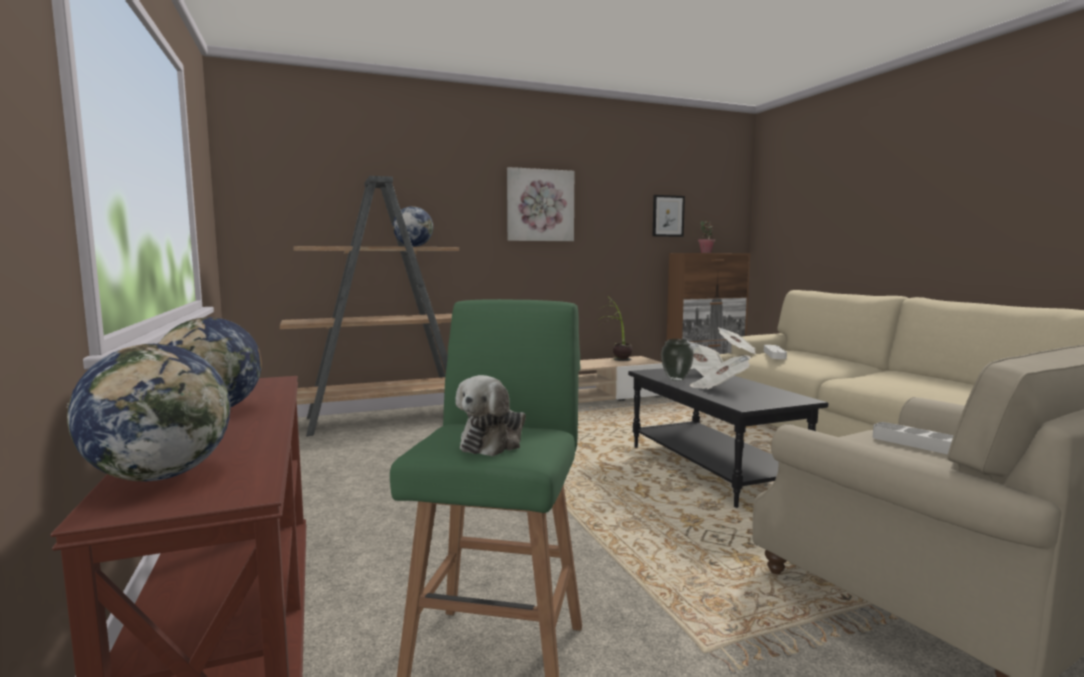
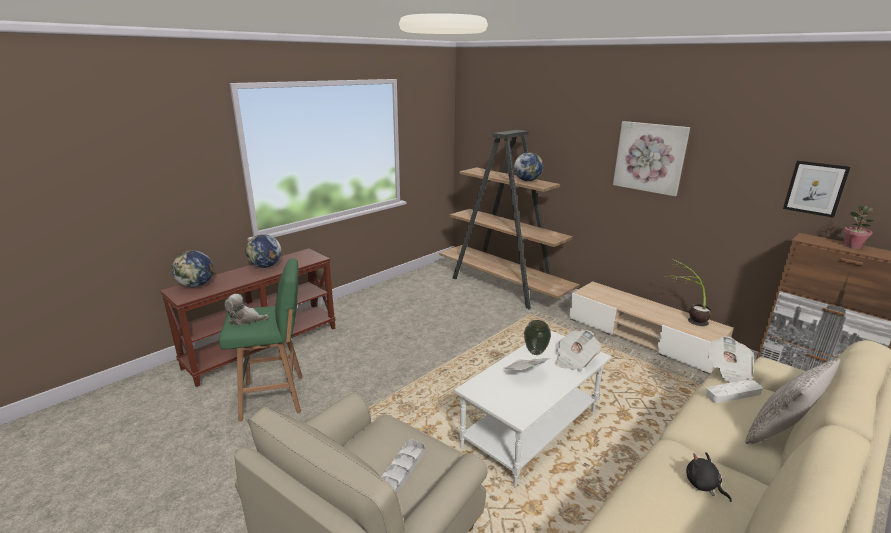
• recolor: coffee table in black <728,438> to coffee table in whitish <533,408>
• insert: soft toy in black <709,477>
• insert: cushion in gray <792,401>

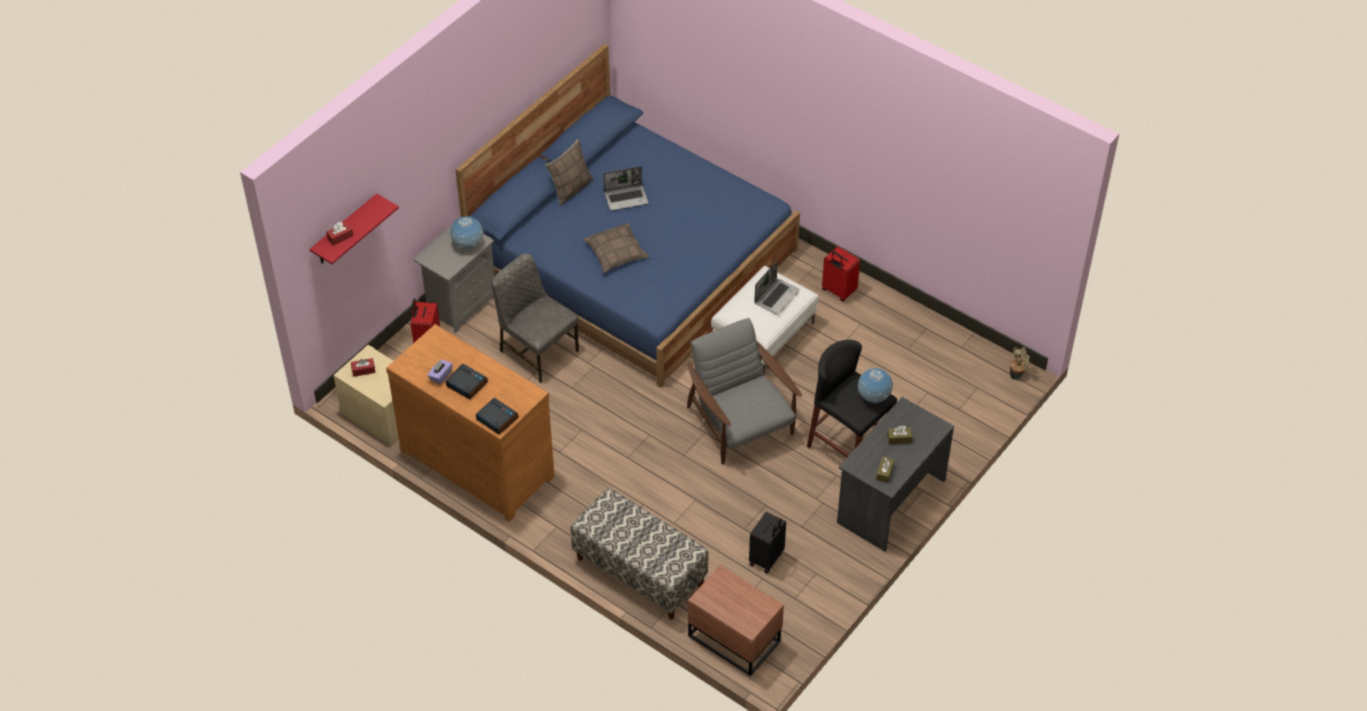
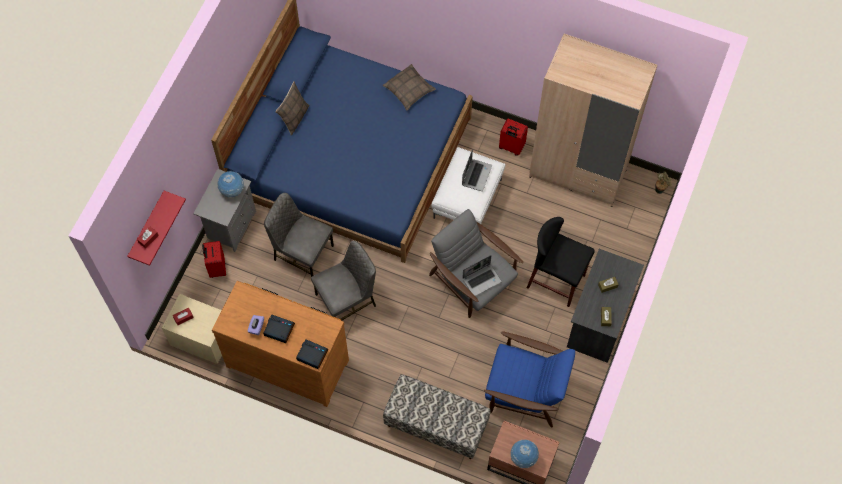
• move: cushion <616,248> to <409,87>
• move: notebook computer <626,188> to <482,275>
• replace: piece of luggage in black <767,543> to armchair in bluish <529,379>
• move: globe <875,385> to <525,454>
• insert: chair in gray <343,281>
• insert: wardrobe in sand-coloured <593,120>

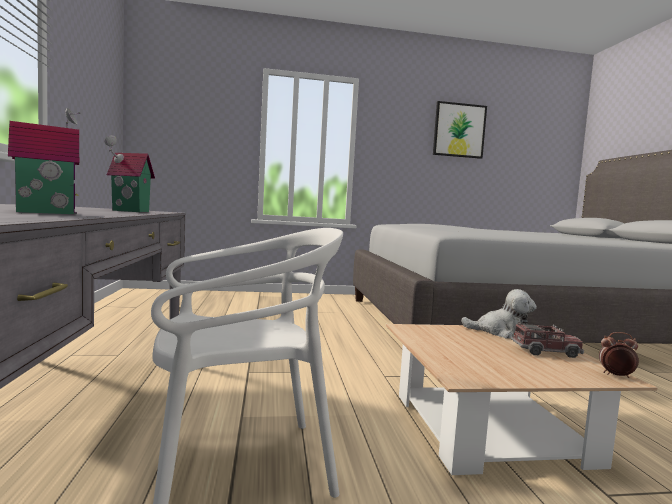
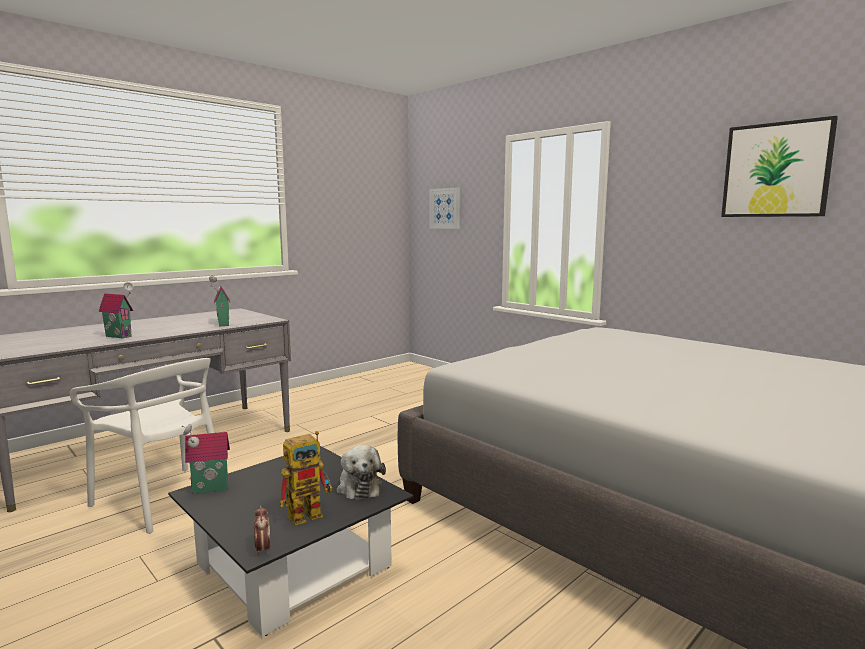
• recolor: coffee table in sand-coloured <522,399> to coffee table in black <291,541>
• replace: toy truck <547,340> to robot figure <306,478>
• insert: model house <206,459>
• insert: wall picture <445,208>

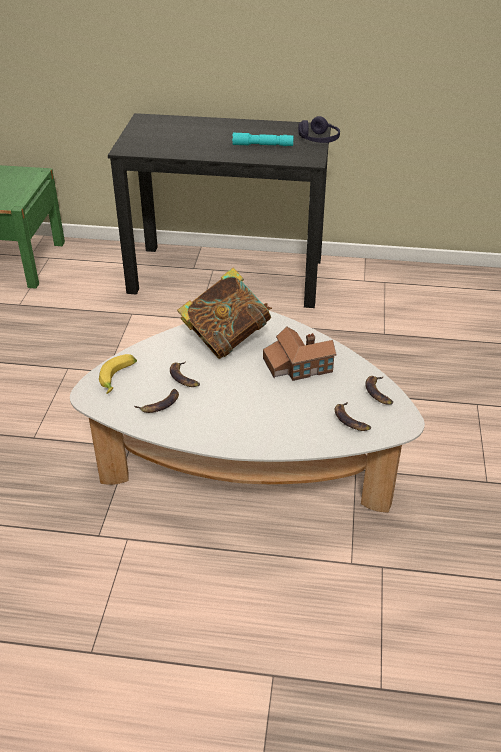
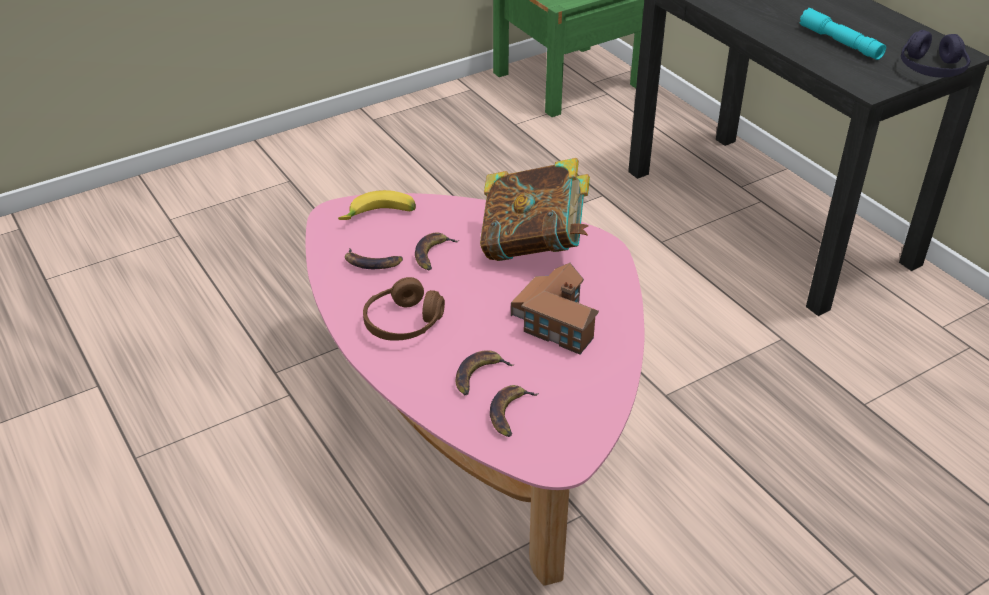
• recolor: coffee table in whitish <247,411> to coffee table in pink <475,389>
• move: whole banana <379,390> to <485,372>
• insert: pair of headphones in brownish <404,309>

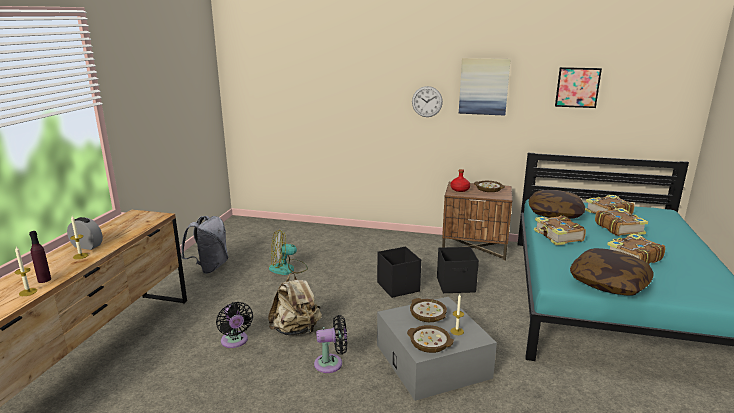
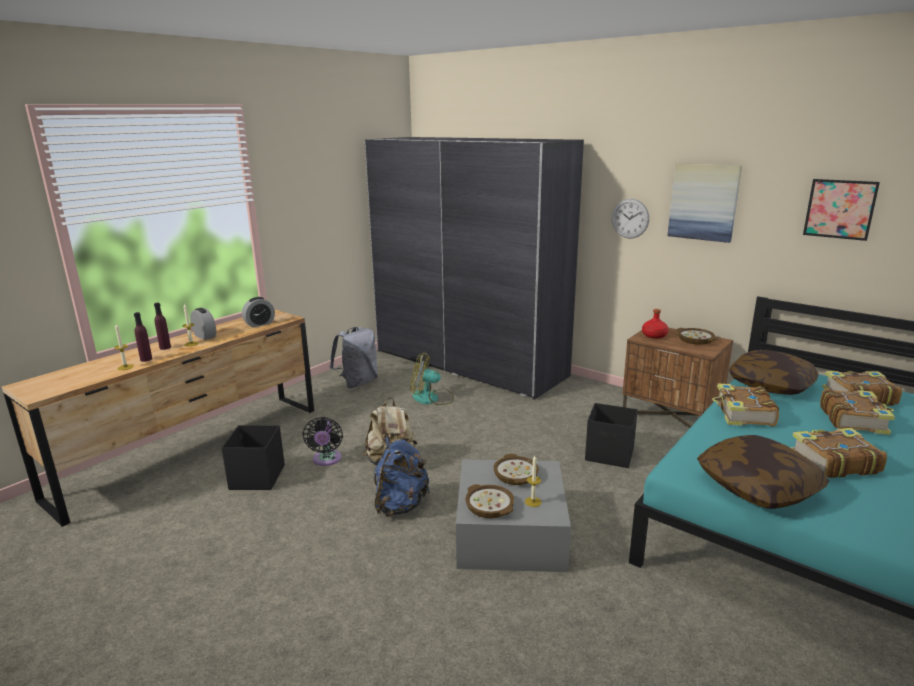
• replace: electric fan in black <330,344> to backpack in bluish <402,476>
• move: storage bin in black <399,272> to <253,457>
• insert: drink bottle in purple <162,326>
• insert: table clock <258,312>
• insert: wardrobe in gray <474,268>

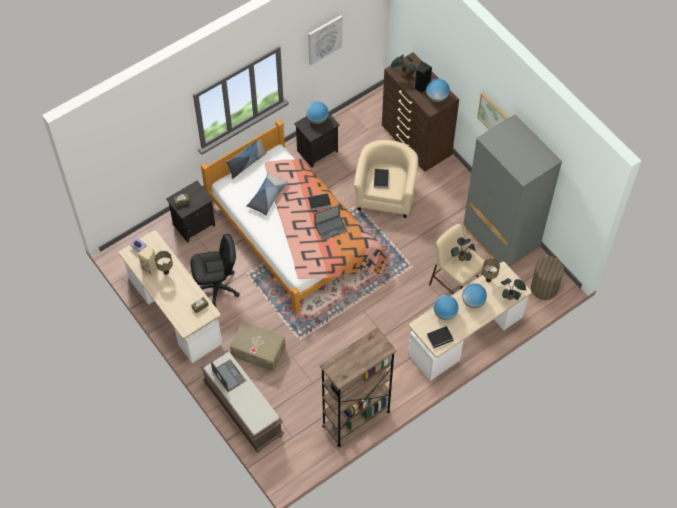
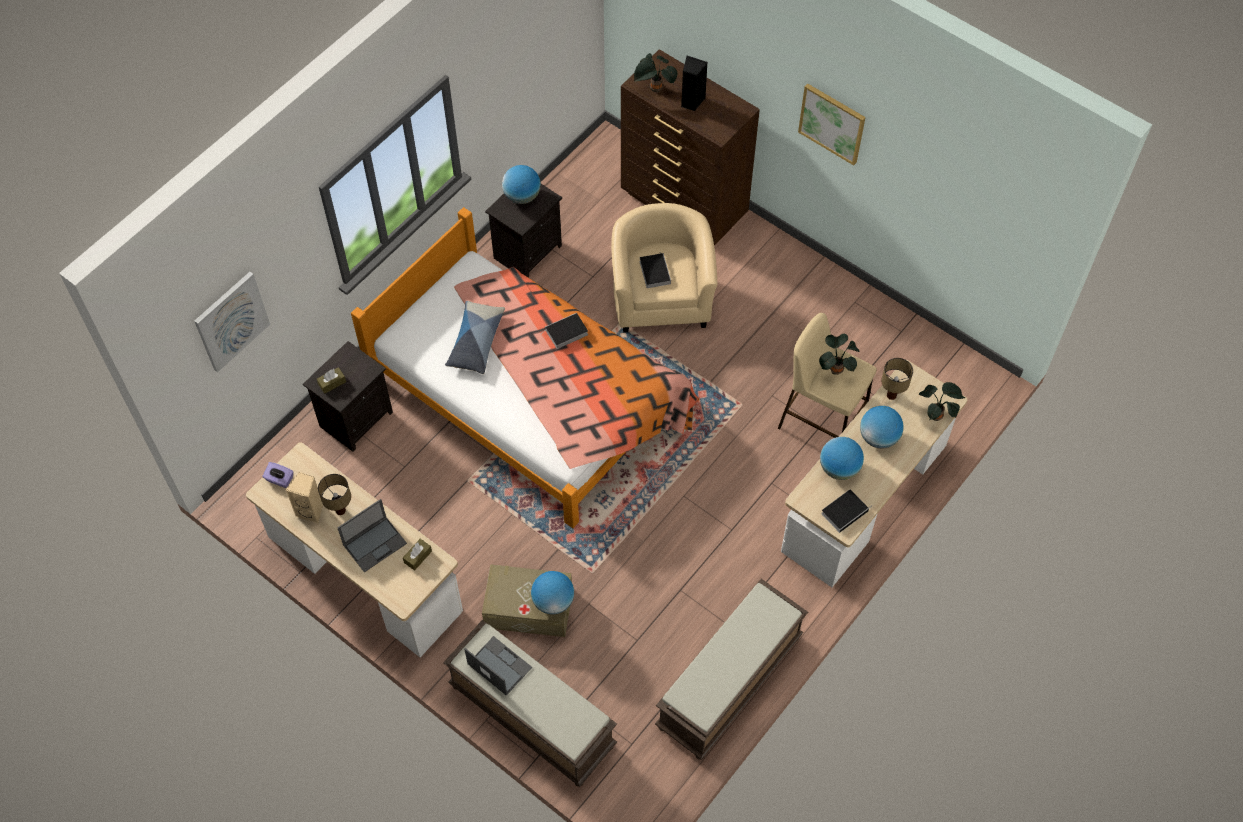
• delete: computer chair in black <215,270>
• delete: cushion <246,159>
• move: wall picture <325,40> to <232,322>
• move: notebook computer <331,222> to <372,535>
• replace: bookcase in brownish <358,387> to indoor bench in brownish <731,669>
• move: globe <438,90> to <552,593>
• delete: wardrobe in gray <512,190>
• delete: hamper <547,277>

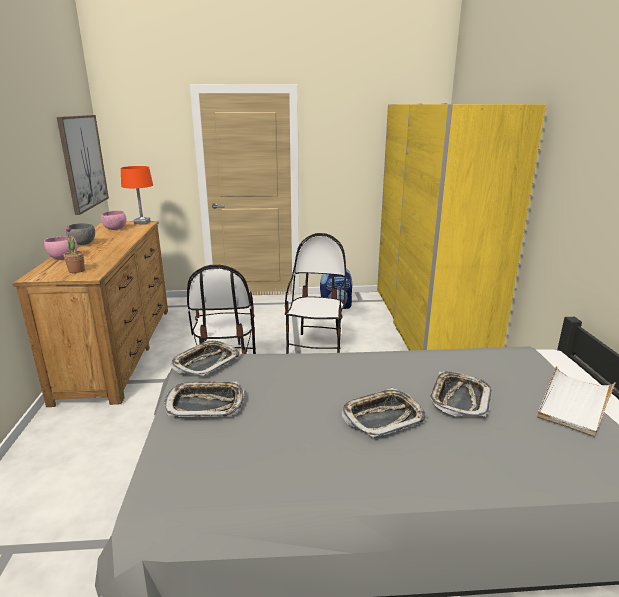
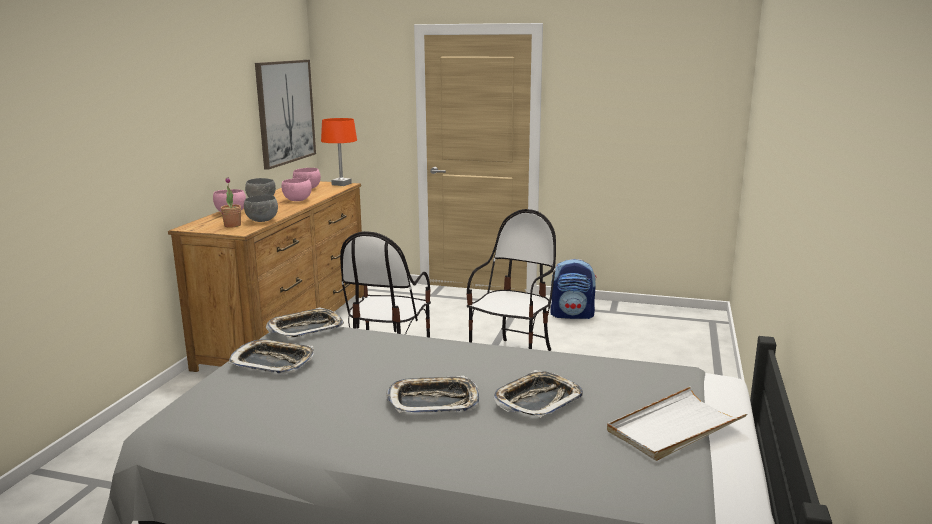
• delete: wardrobe in yellowish <461,227>
• insert: serving bowl in gray <261,208>
• insert: serving bowl in pink <296,189>

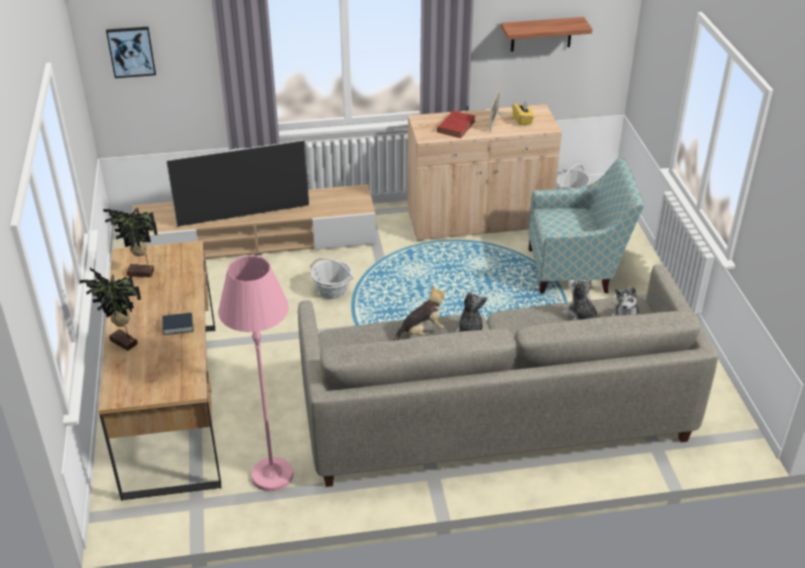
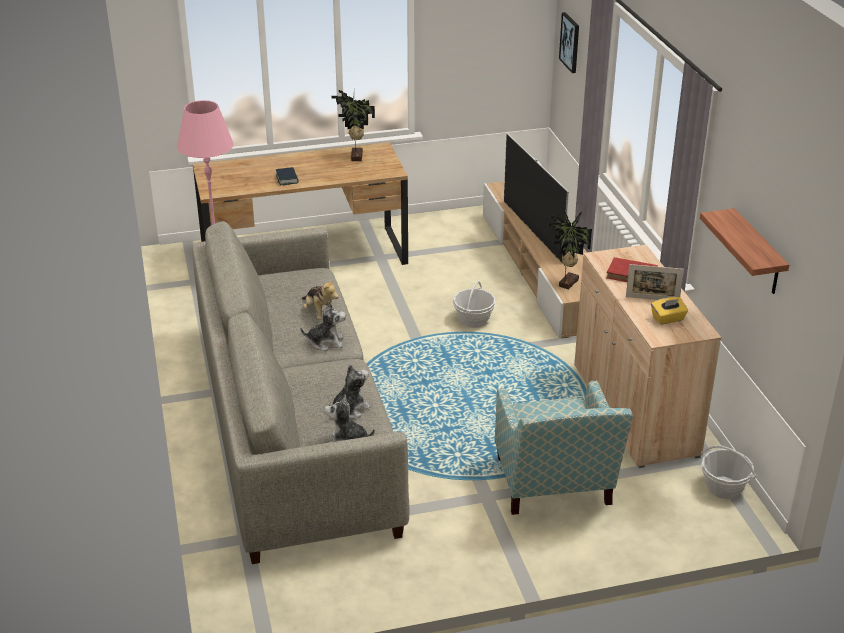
• move: potted plant <110,309> to <570,250>

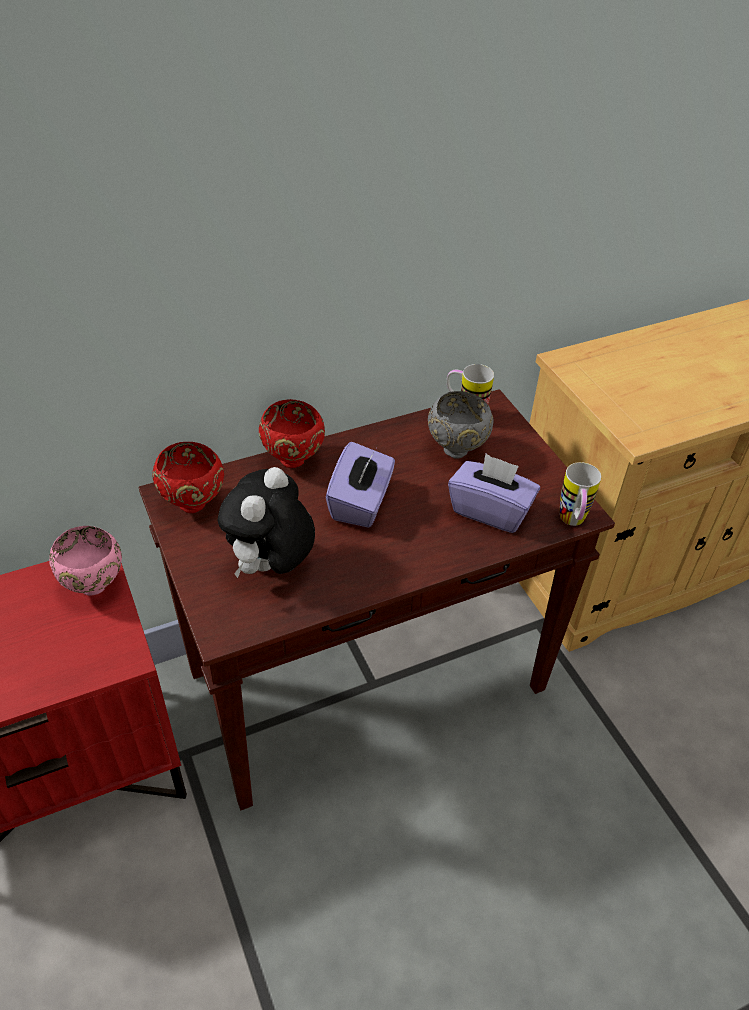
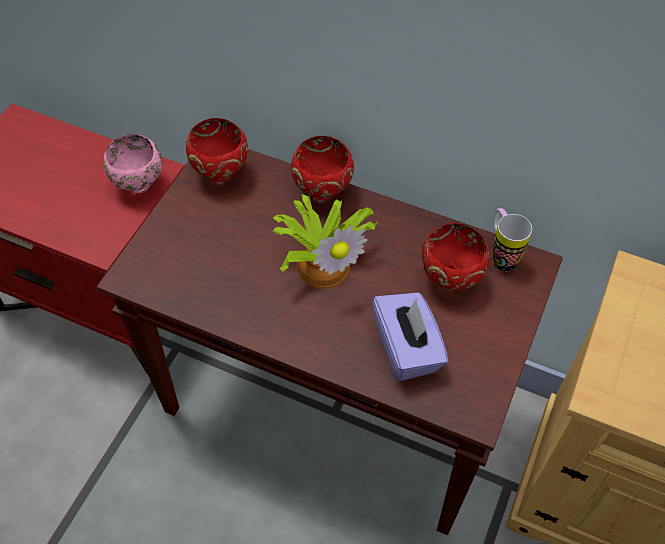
• delete: soft toy <266,522>
• replace: tissue holder in purple <360,485> to potted plant <324,241>
• recolor: serving bowl in gray <460,425> to serving bowl in red <455,257>
• delete: coffee mug <580,494>

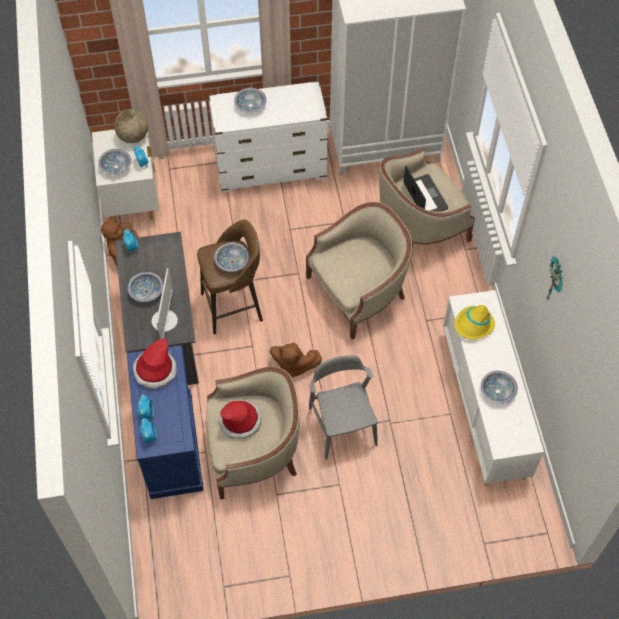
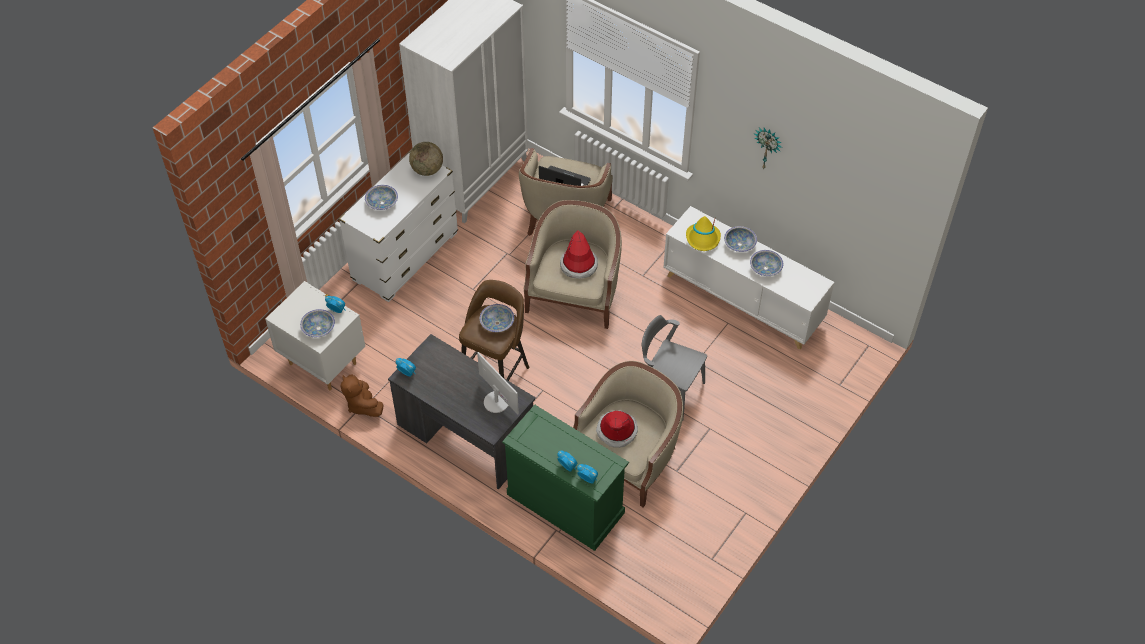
• move: globe <131,126> to <426,159>
• recolor: dresser in bluish <165,422> to dresser in green <565,478>
• move: serving bowl <145,287> to <740,239>
• move: wearable hat <155,364> to <579,255>
• delete: soft toy in brownish <295,360>

